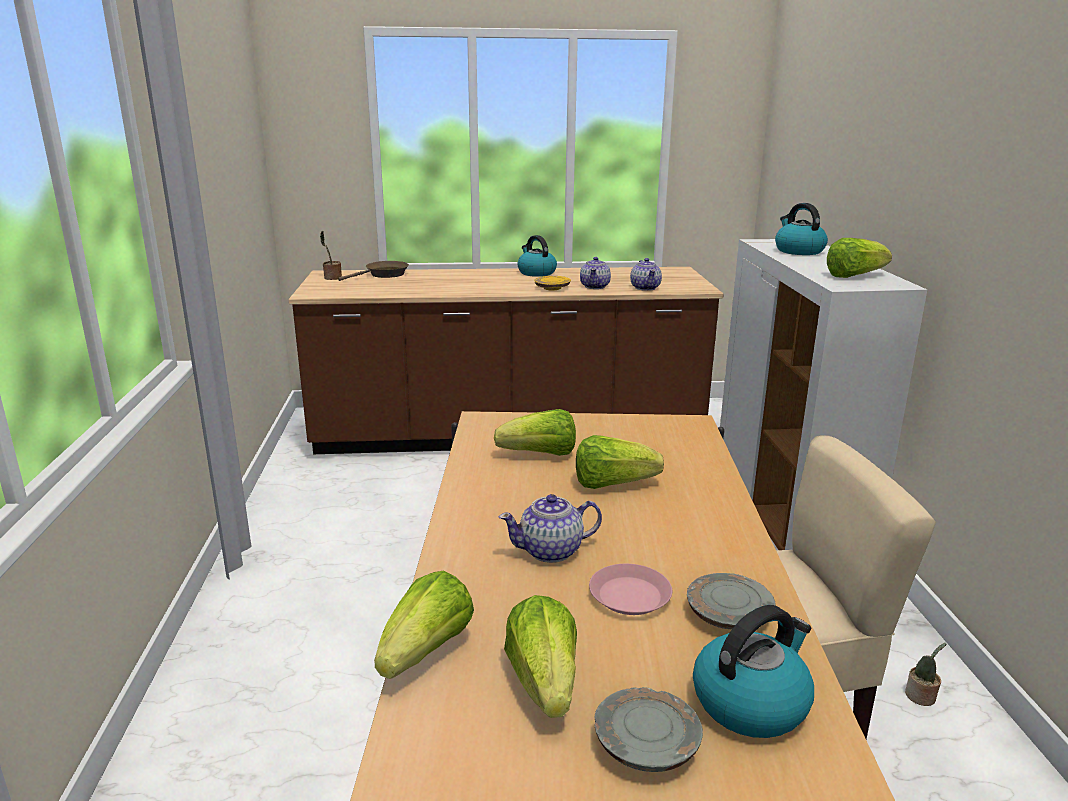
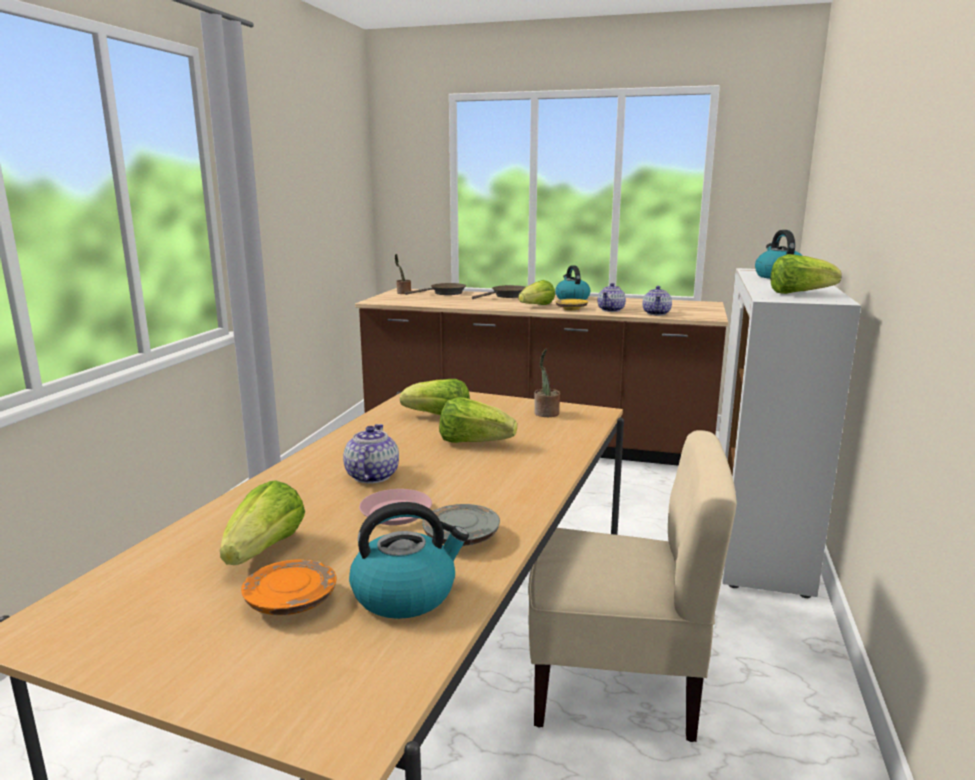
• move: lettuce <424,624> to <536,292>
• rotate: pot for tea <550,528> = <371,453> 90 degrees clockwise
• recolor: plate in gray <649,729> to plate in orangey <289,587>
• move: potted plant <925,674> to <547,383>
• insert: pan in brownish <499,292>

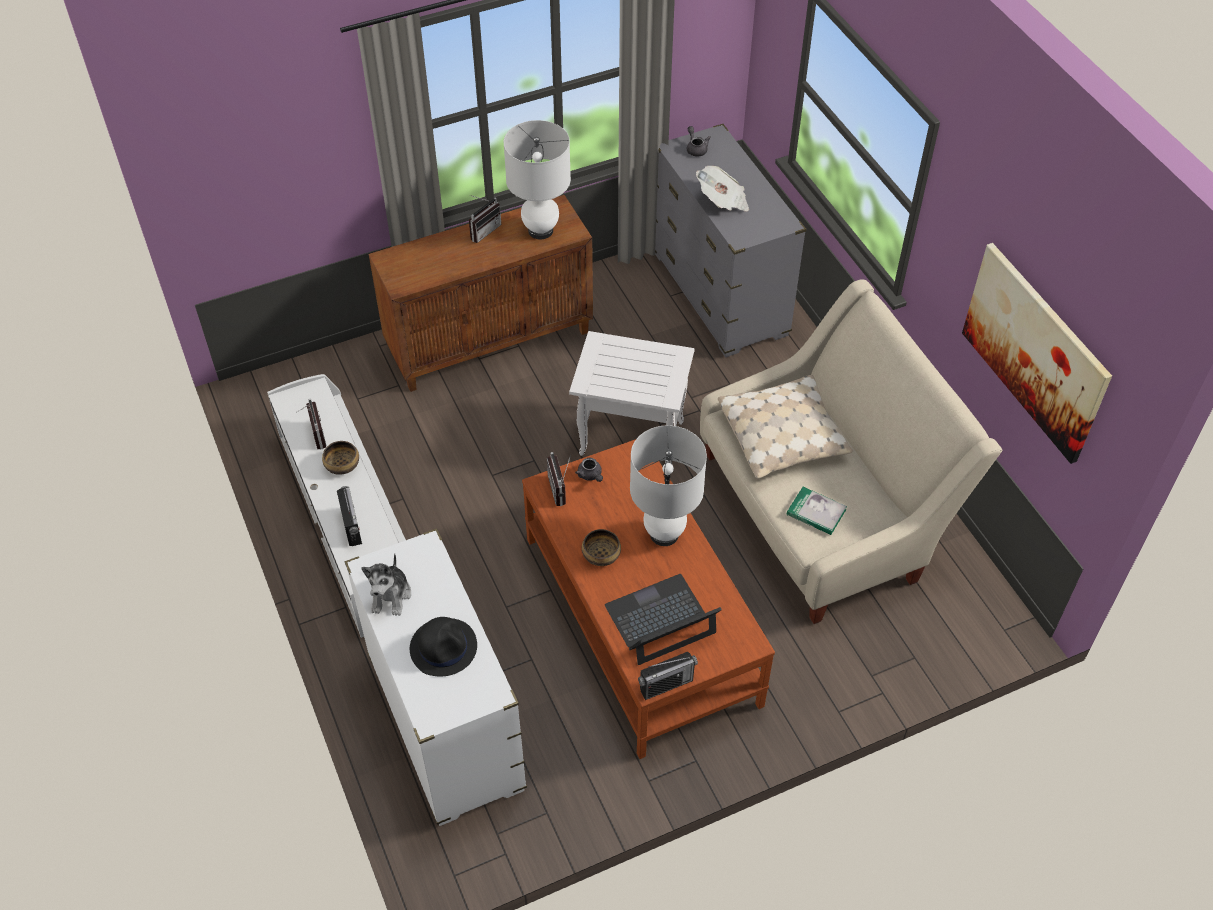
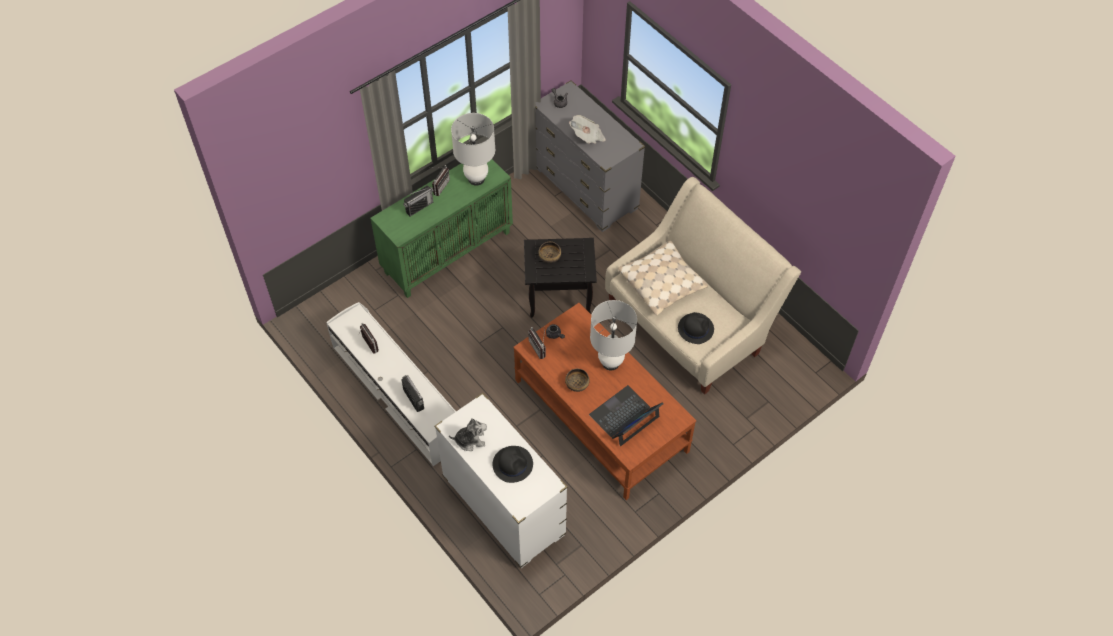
• move: serving bowl <340,458> to <549,252>
• rotate: soft toy <386,584> = <468,434> 90 degrees counterclockwise
• recolor: cabinet in brownish <481,293> to cabinet in green <441,228>
• recolor: accent table in whitish <632,397> to accent table in black <560,278>
• move: radio <668,676> to <418,201>
• replace: volume <816,511> to wearable hat in black <696,328>
• delete: wall picture <1037,353>

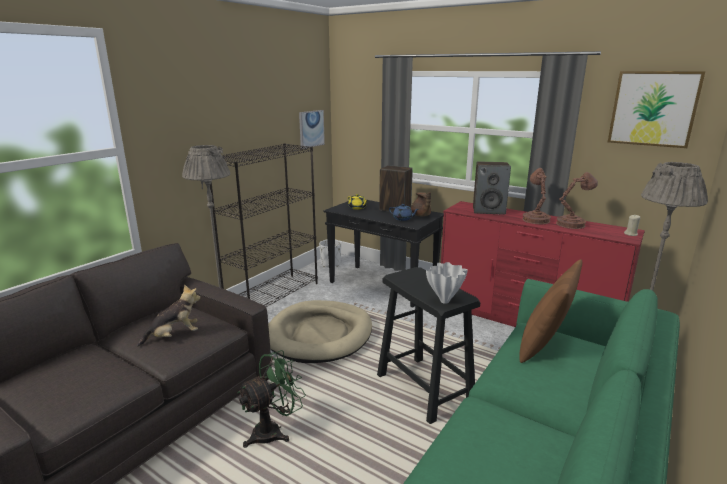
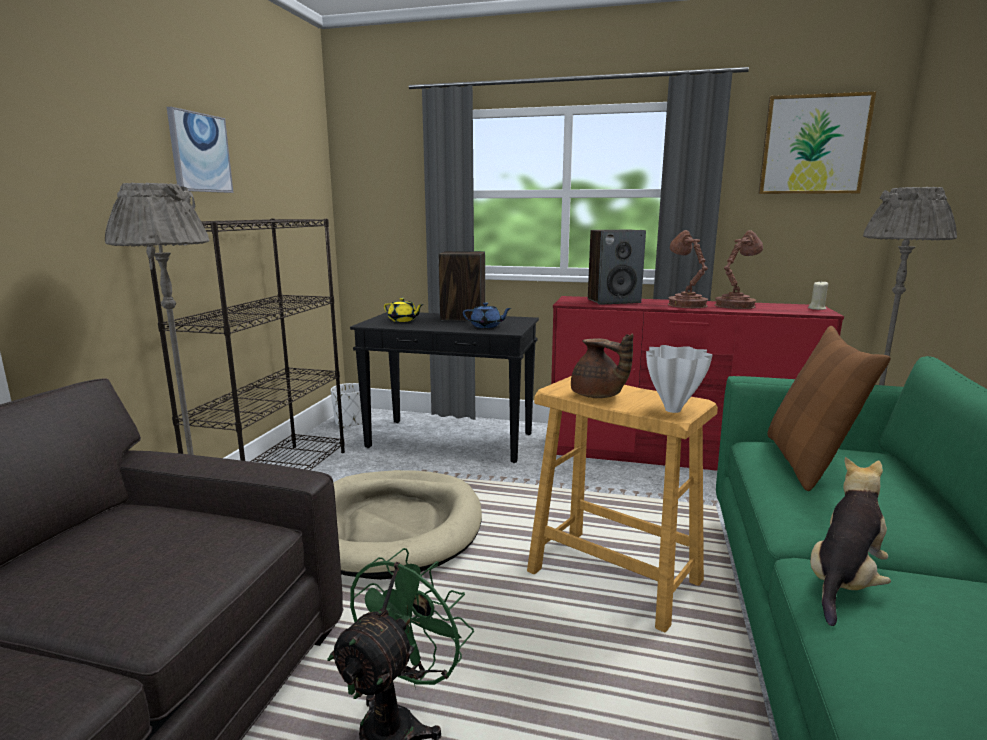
• move: soft toy <168,315> to <850,541>
• move: wall picture <312,129> to <200,150>
• recolor: stool in black <428,345> to stool in sand-coloured <622,504>
• move: pot for tea in brownish <421,204> to <602,365>

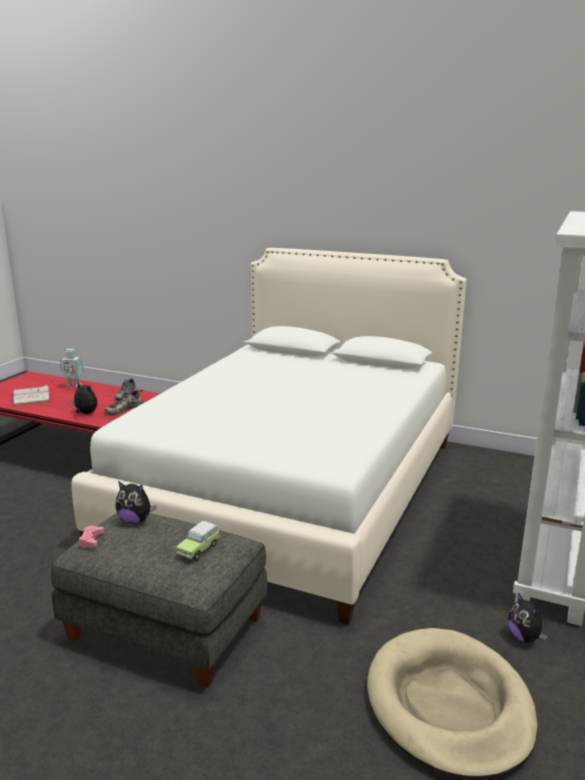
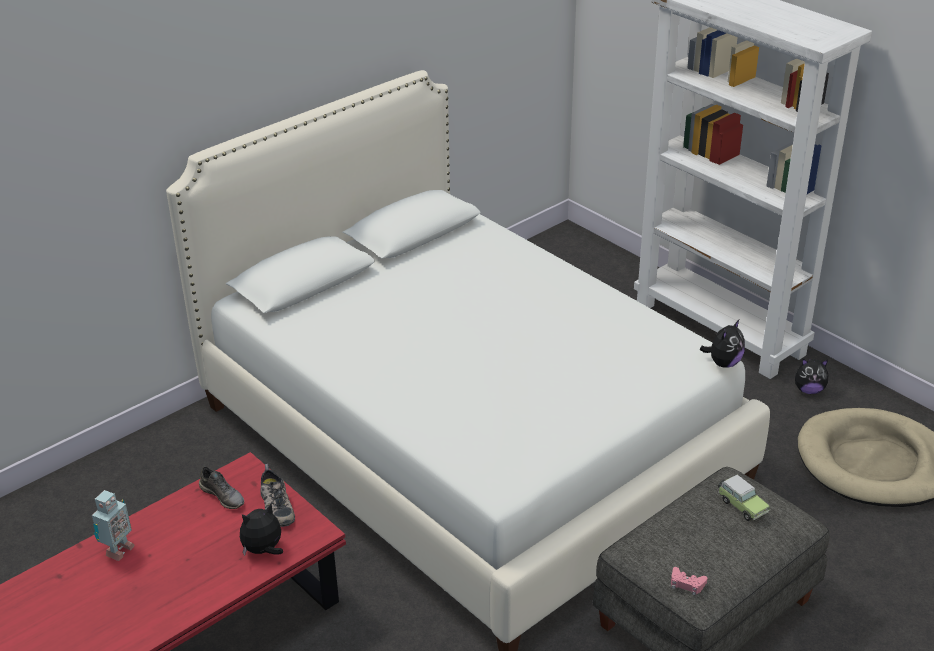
• delete: volume in whitish <31,395>
• move: soft toy <136,502> to <722,344>

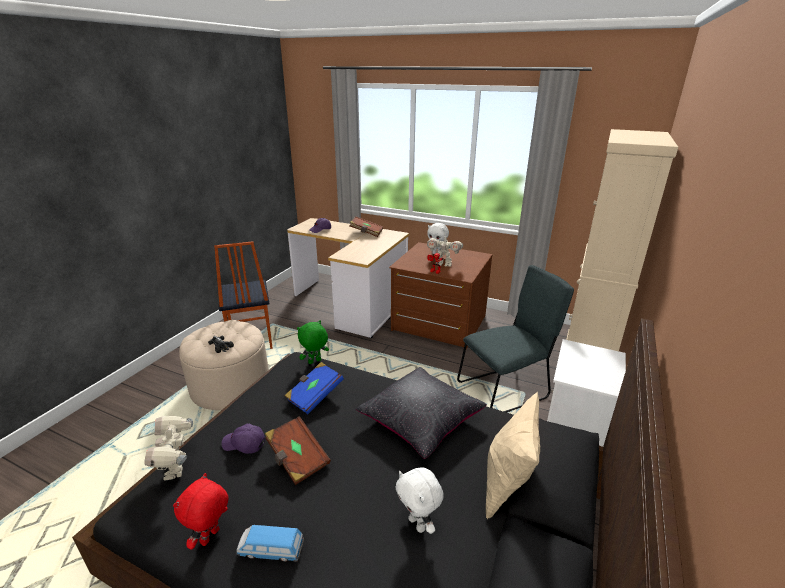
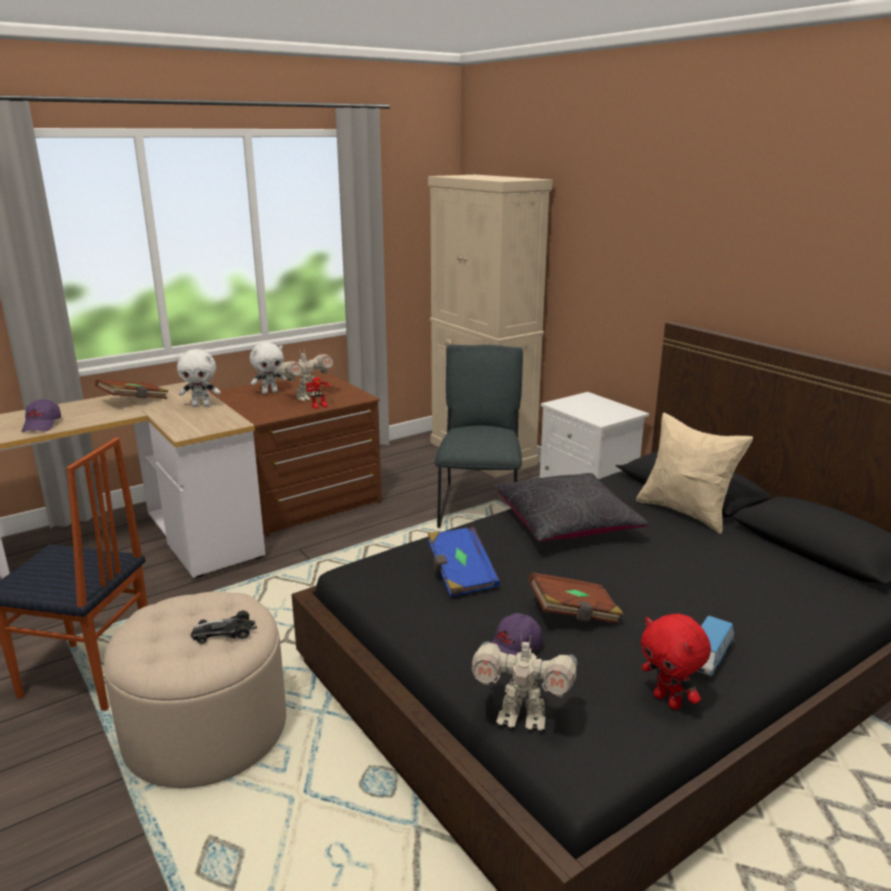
• delete: soft toy in green <313,342>
• move: soft toy in whitish <419,501> to <198,378>

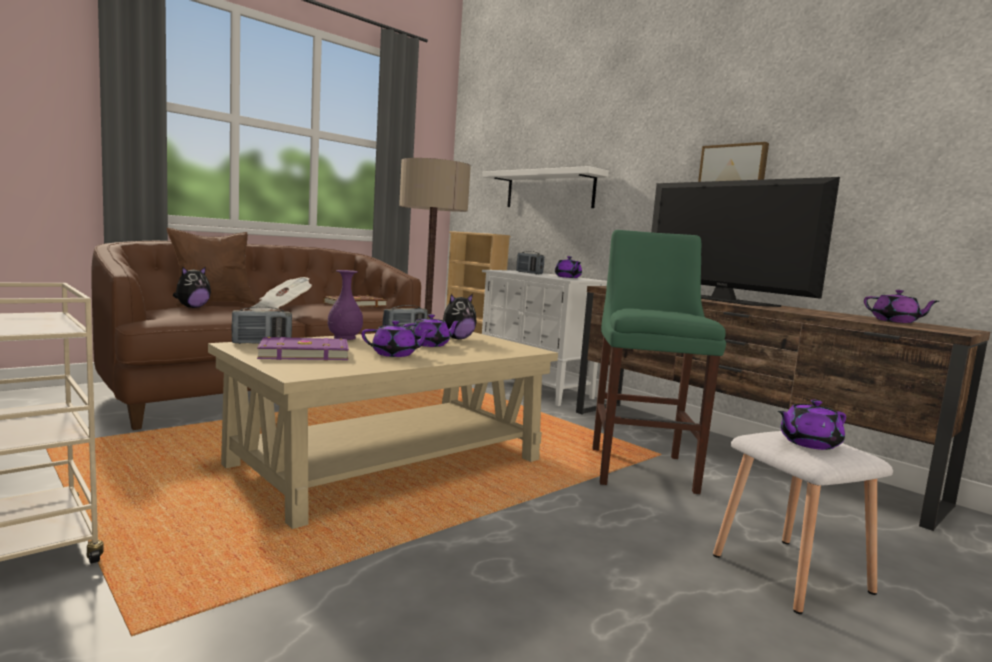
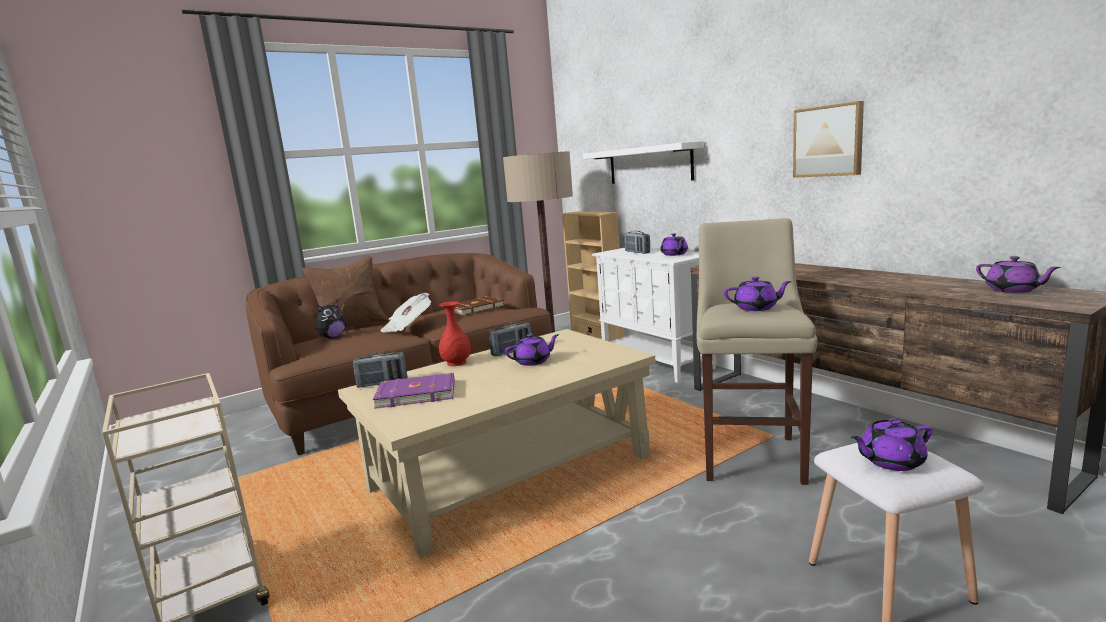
• recolor: flower vase in purple <345,305> to flower vase in red <455,333>
• move: pot for tea in purple <397,338> to <758,294>
• delete: soft toy <459,316>
• recolor: stool in green <659,362> to stool in sand-coloured <757,351>
• delete: TV <745,242>

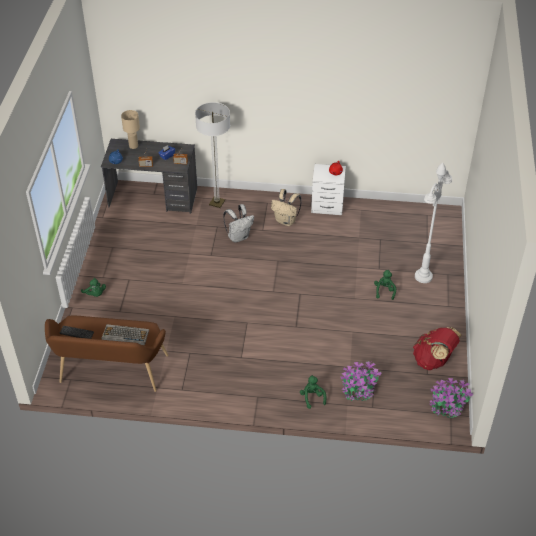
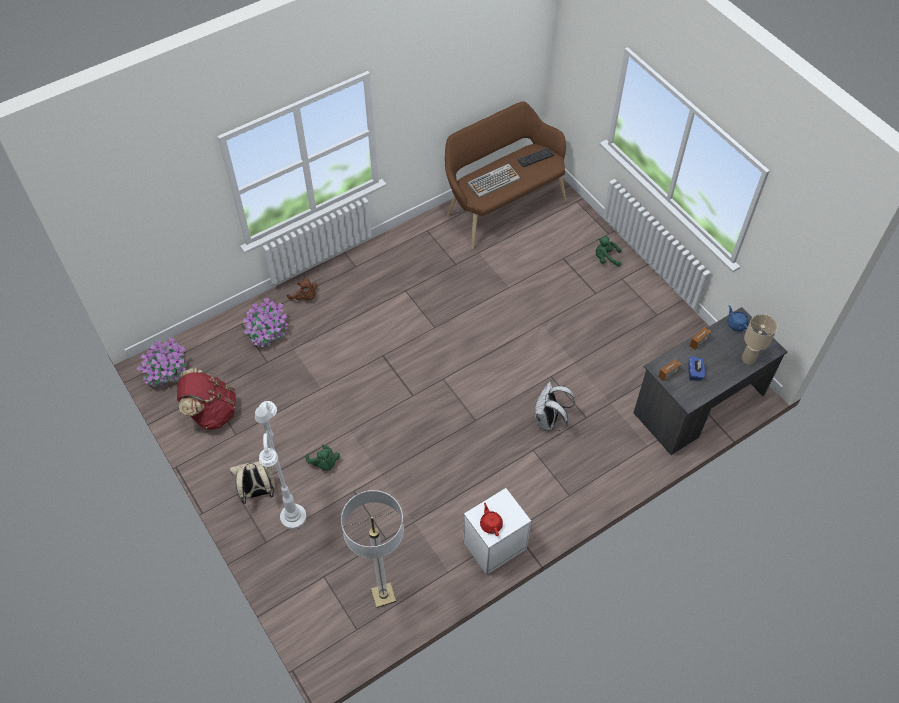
• move: standard lamp <212,155> to <372,549>
• move: backpack in sand-coloured <286,207> to <252,482>
• recolor: soft toy in green <313,392> to soft toy in brownish <302,289>

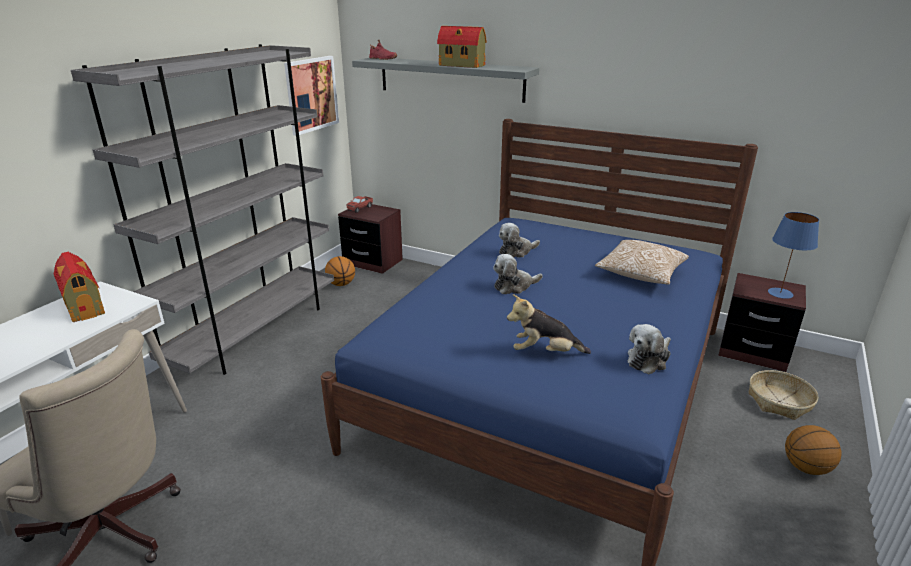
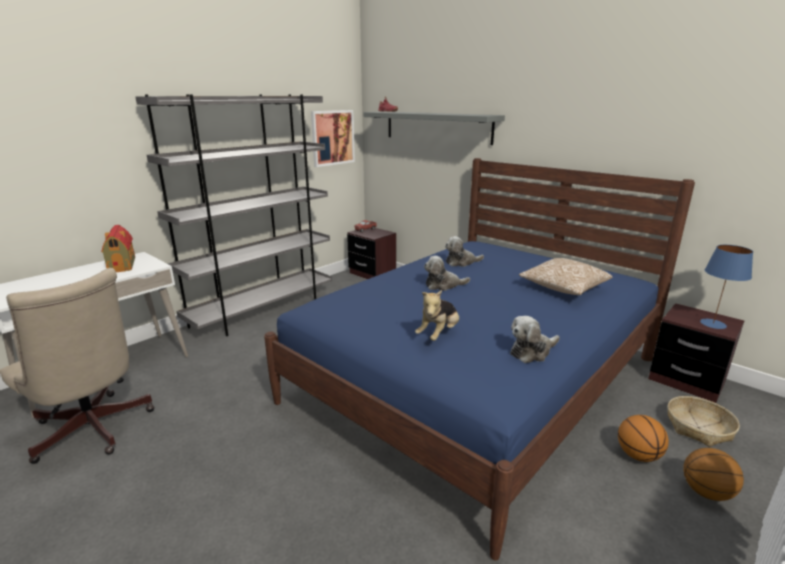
• move: basketball <340,271> to <643,438>
• delete: model house <462,47>
• rotate: soft toy <549,324> = <437,315> 75 degrees counterclockwise

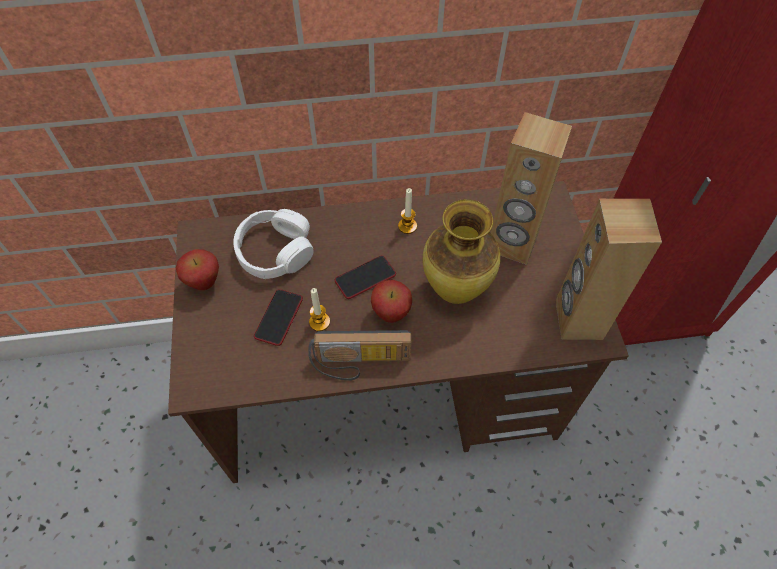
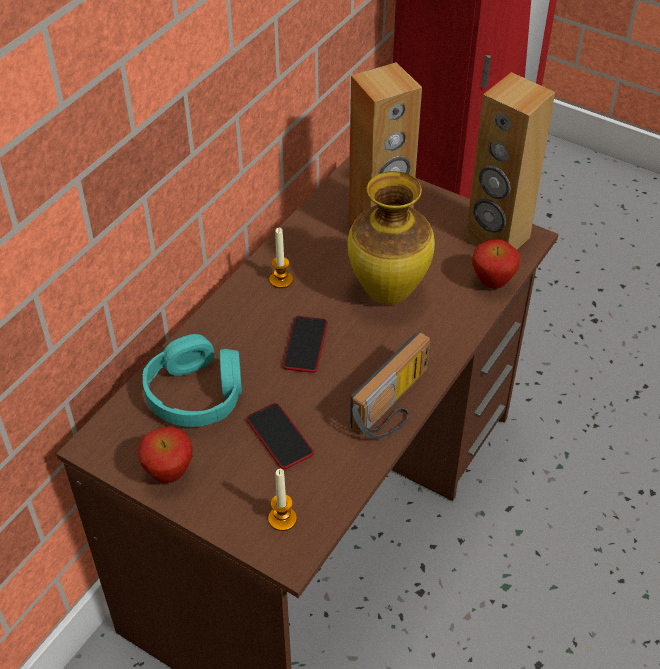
• recolor: pair of headphones in whitish <273,244> to pair of headphones in turquoise <192,380>
• move: wax candle <319,309> to <282,500>
• move: whole apple <391,301> to <496,264>

